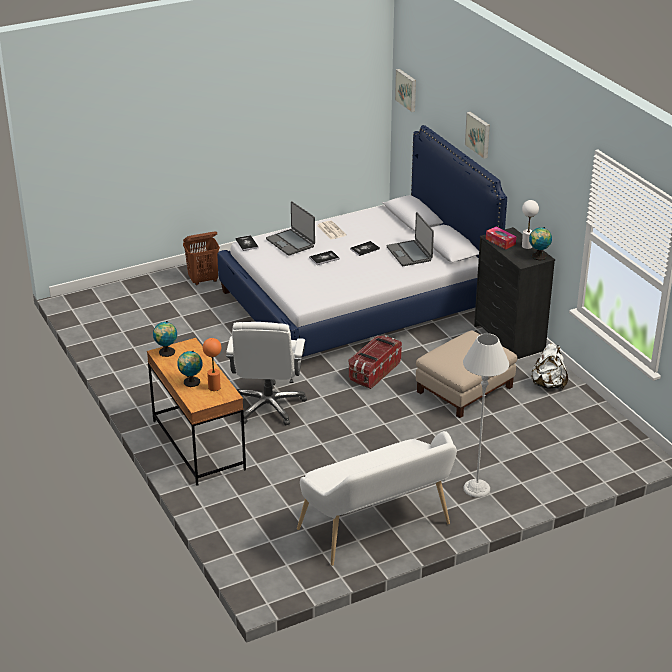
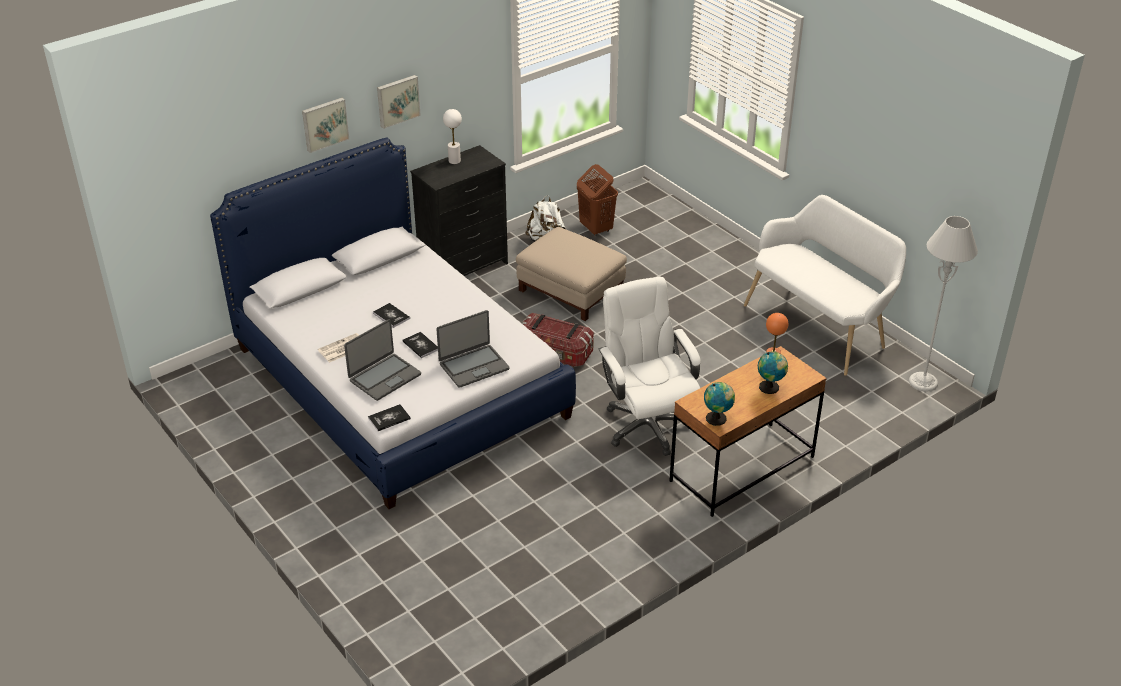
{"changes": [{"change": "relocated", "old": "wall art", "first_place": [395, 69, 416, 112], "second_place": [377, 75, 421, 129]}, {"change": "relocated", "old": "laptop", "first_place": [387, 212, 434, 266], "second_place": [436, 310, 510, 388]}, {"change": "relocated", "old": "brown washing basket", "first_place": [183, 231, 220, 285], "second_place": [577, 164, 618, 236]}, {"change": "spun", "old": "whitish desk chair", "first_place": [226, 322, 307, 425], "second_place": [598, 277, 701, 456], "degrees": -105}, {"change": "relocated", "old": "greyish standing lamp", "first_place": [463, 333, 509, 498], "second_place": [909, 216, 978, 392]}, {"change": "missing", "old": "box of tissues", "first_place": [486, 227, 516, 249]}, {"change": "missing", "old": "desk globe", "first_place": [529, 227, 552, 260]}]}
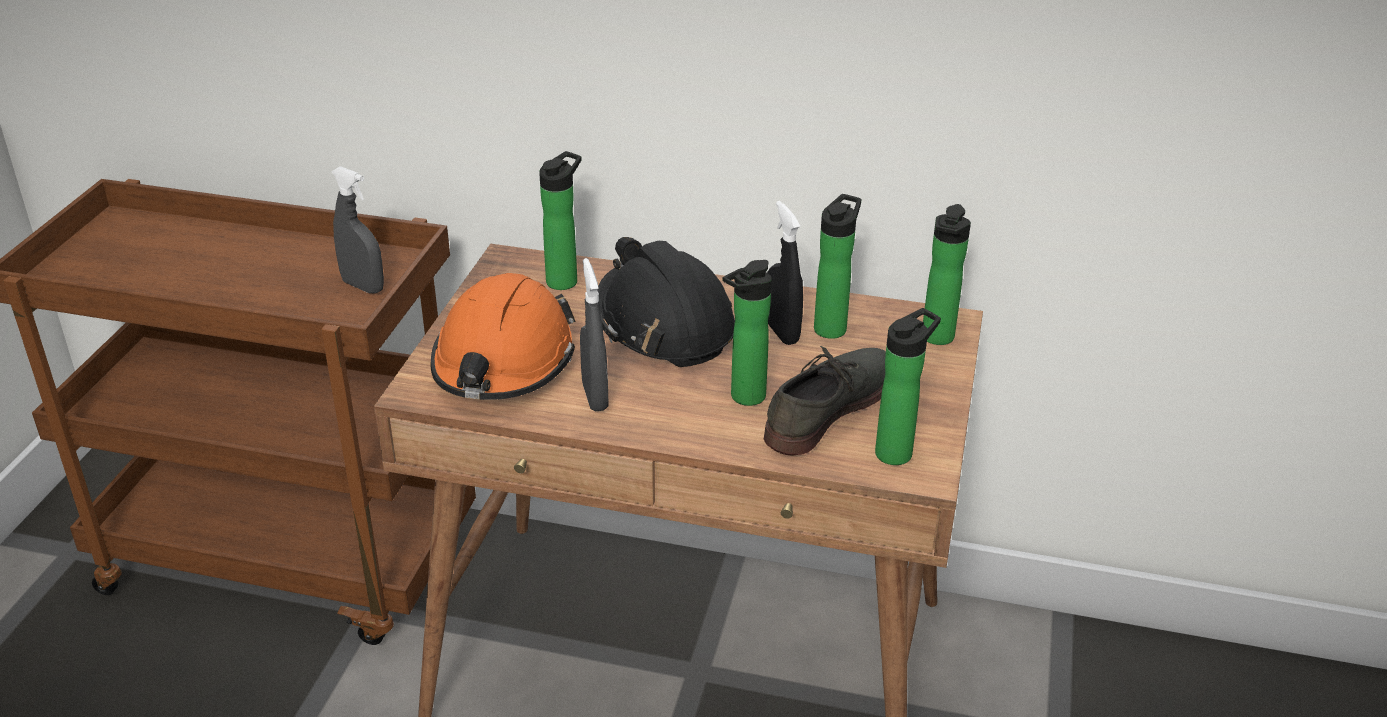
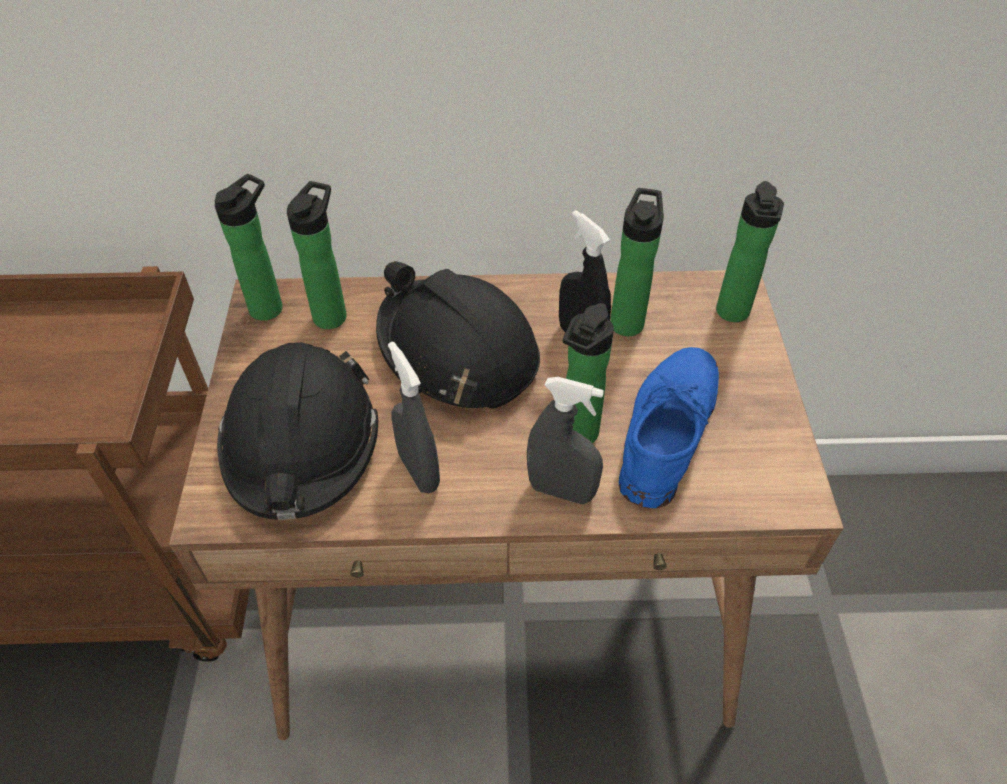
{"changes": [{"change": "relocated", "old": "bottle", "first_place": [875, 308, 941, 465], "second_place": [215, 174, 283, 321]}, {"change": "colour", "old": "orange hard hat", "new": "black-coloured hard hat", "first_place": [431, 273, 576, 400], "second_place": [217, 342, 379, 520]}, {"change": "relocated", "old": "greyish hand sprayer", "first_place": [331, 166, 384, 294], "second_place": [527, 377, 604, 504]}, {"change": "colour", "old": "greyish shoe", "new": "bluish shoe", "first_place": [764, 346, 886, 456], "second_place": [619, 347, 719, 508]}]}
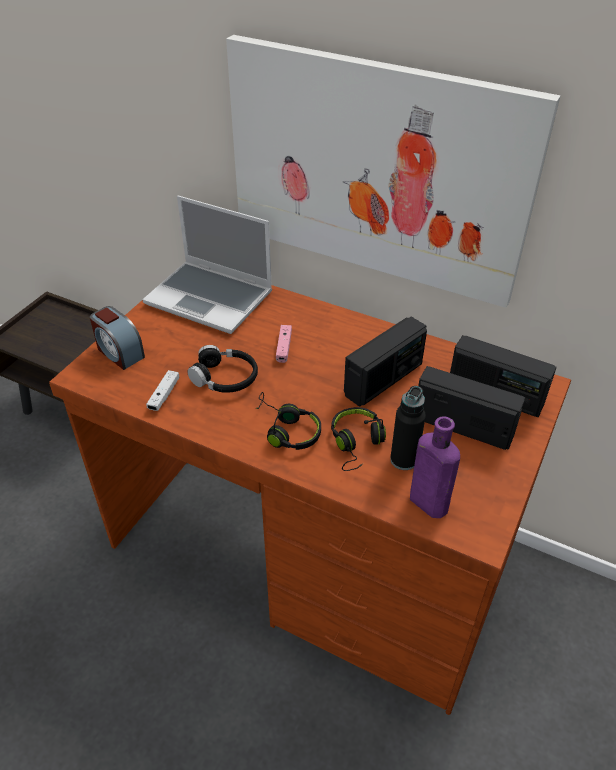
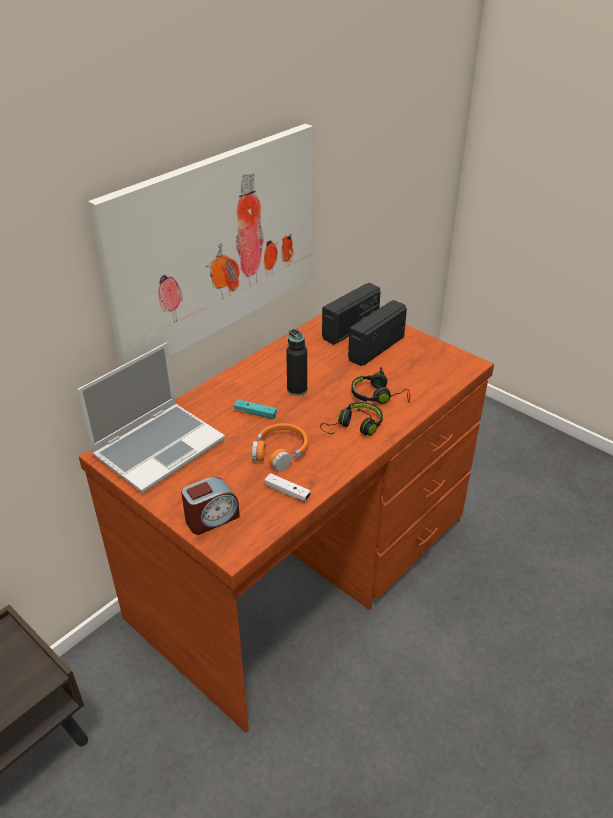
{"changes": [{"change": "colour", "old": "pink game controller", "new": "blue-green game controller", "first_place": [276, 325, 292, 363], "second_place": [234, 400, 277, 419]}, {"change": "colour", "old": "black-coloured pair of headphones", "new": "orange pair of headphones", "first_place": [187, 345, 258, 393], "second_place": [252, 423, 308, 471]}, {"change": "relocated", "old": "black-coloured bottle", "first_place": [390, 386, 426, 470], "second_place": [286, 329, 307, 396]}, {"change": "missing", "old": "radio", "first_place": [344, 317, 427, 407]}, {"change": "missing", "old": "purple-coloured bottle", "first_place": [410, 416, 460, 518]}]}
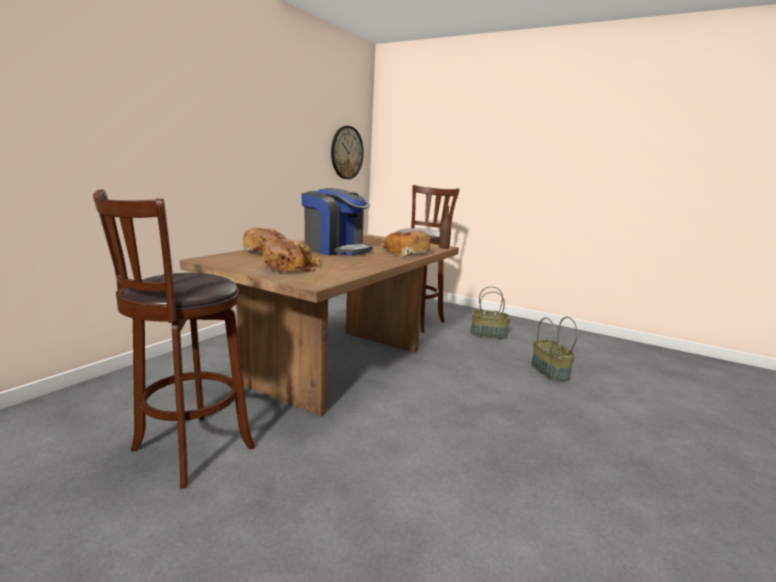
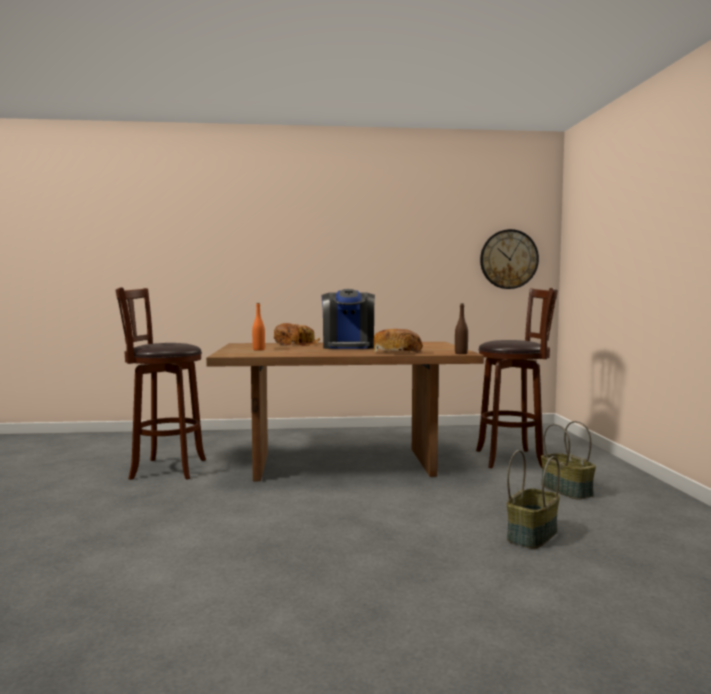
{"changes": [{"change": "exchanged", "old": "baked bread", "new": "orange bottle", "first_place": [262, 239, 320, 273], "second_place": [252, 303, 265, 351]}]}
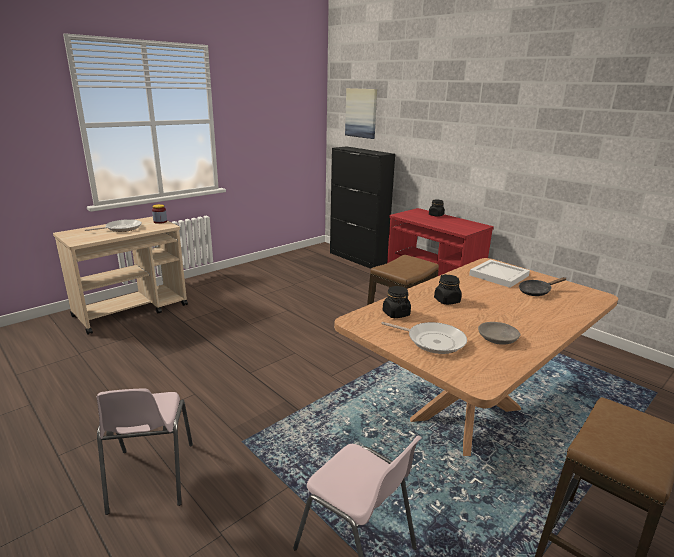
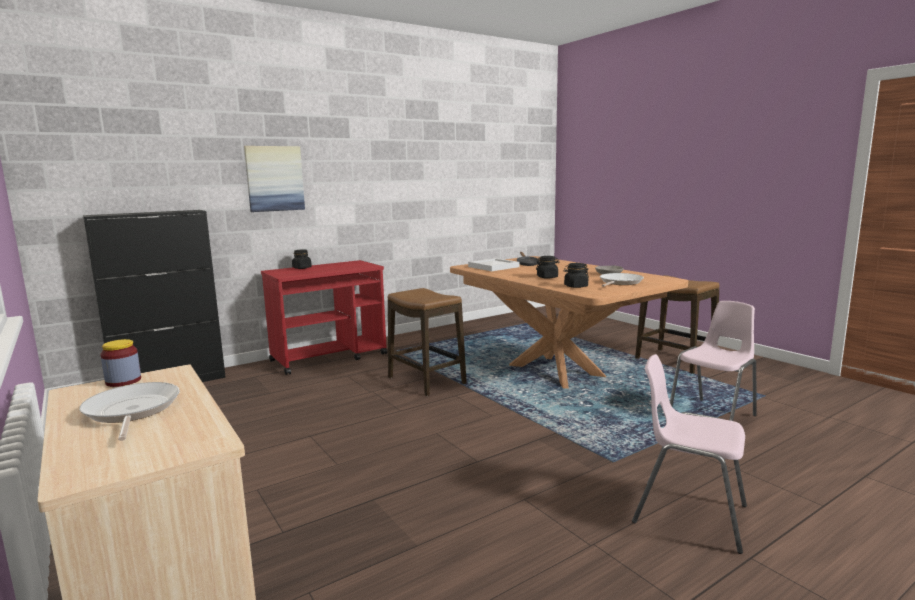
{"changes": [{"change": "relocated", "old": "wall art", "first_place": [345, 88, 377, 139], "second_place": [244, 146, 305, 212]}, {"change": "spun", "old": "pink plain chair", "first_place": [97, 389, 193, 515], "second_place": [632, 354, 747, 554], "degrees": -150}]}
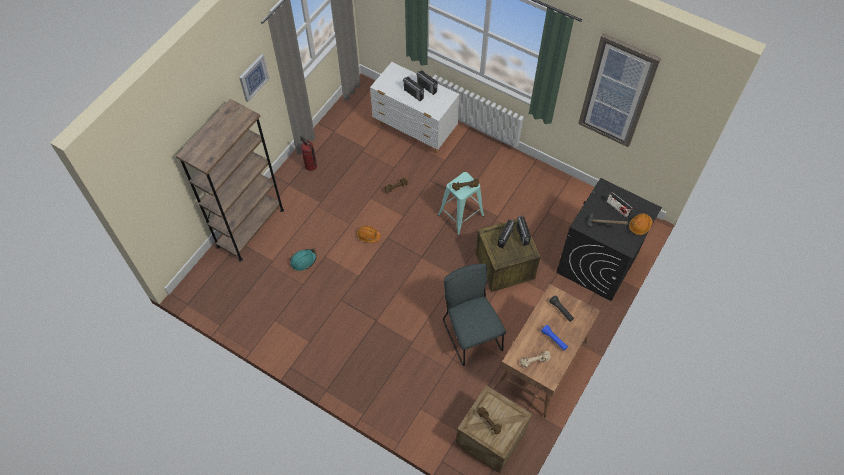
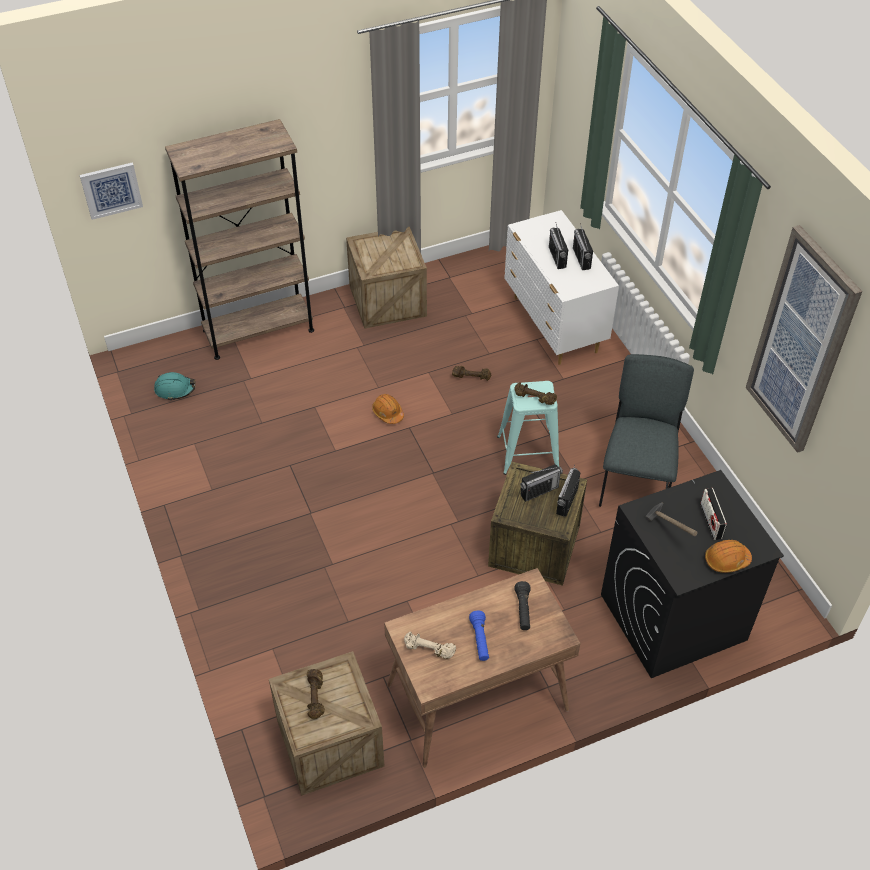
{"changes": [{"change": "relocated", "old": "wall art", "first_place": [239, 54, 269, 102], "second_place": [80, 162, 143, 220]}, {"change": "relocated", "old": "blue-green hard hat", "first_place": [290, 249, 317, 271], "second_place": [154, 372, 196, 401]}, {"change": "exchanged", "old": "fire-fighting cylinder", "new": "crate", "first_place": [300, 136, 317, 171], "second_place": [346, 227, 427, 329]}, {"change": "relocated", "old": "greyish plain chair", "first_place": [443, 264, 506, 366], "second_place": [599, 354, 694, 507]}]}
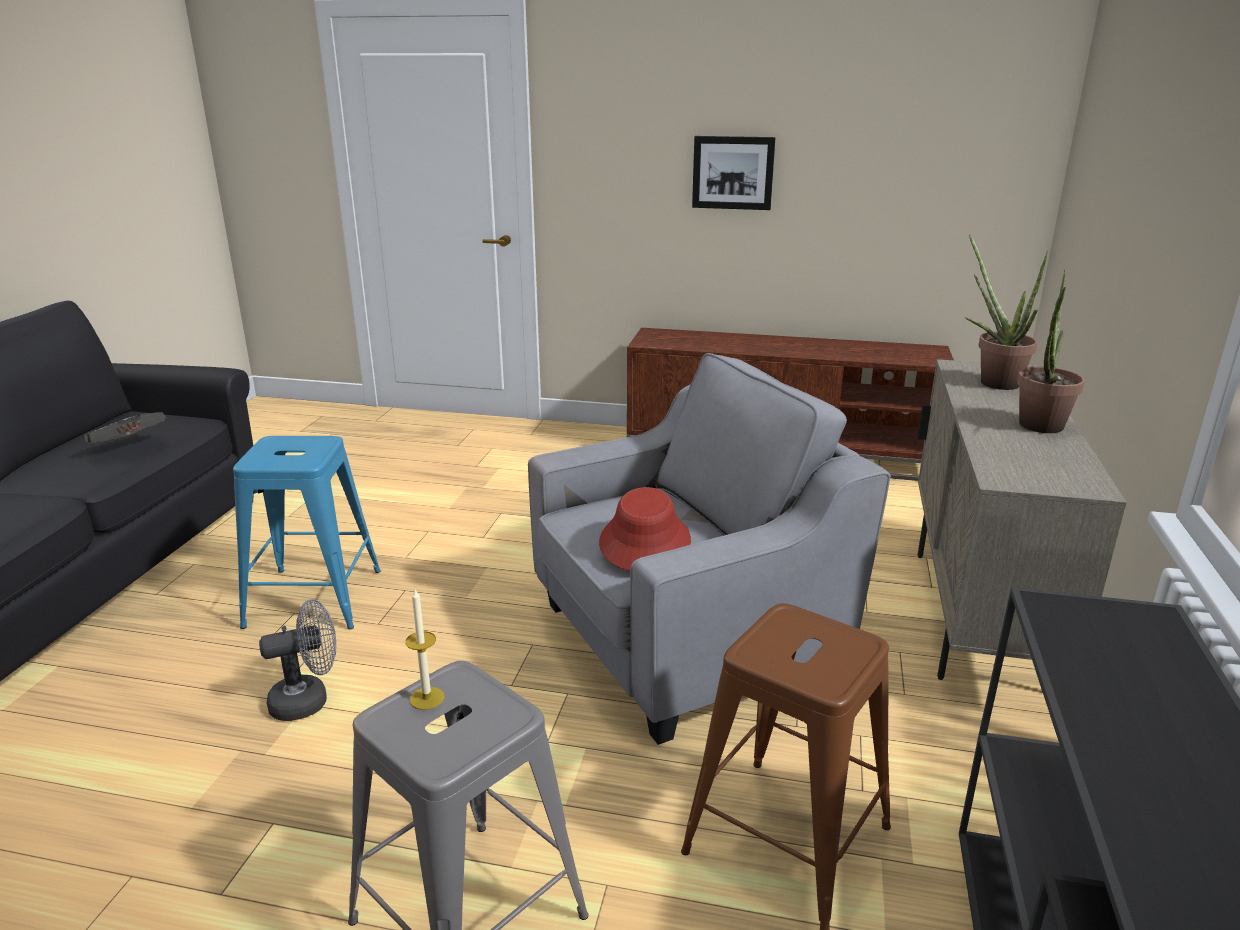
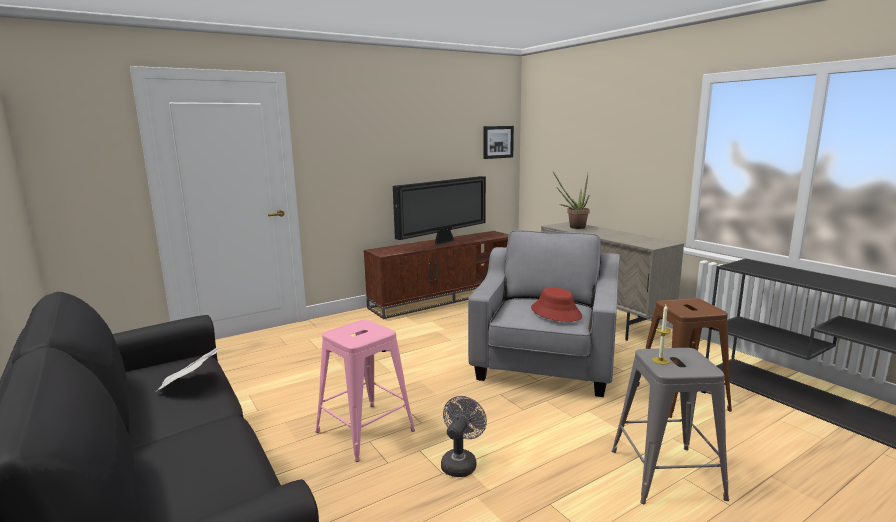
{"changes": [{"change": "colour", "old": "bluish stool seat", "new": "pink stool seat", "first_place": [233, 436, 381, 629], "second_place": [316, 320, 415, 462]}, {"change": "appeared", "new": "TV set", "second_place": [393, 176, 486, 245]}, {"change": "relocated", "old": "wall art", "first_place": [692, 136, 776, 210], "second_place": [483, 126, 514, 159]}, {"change": "missing", "old": "houseplant", "first_place": [1017, 270, 1085, 433]}]}
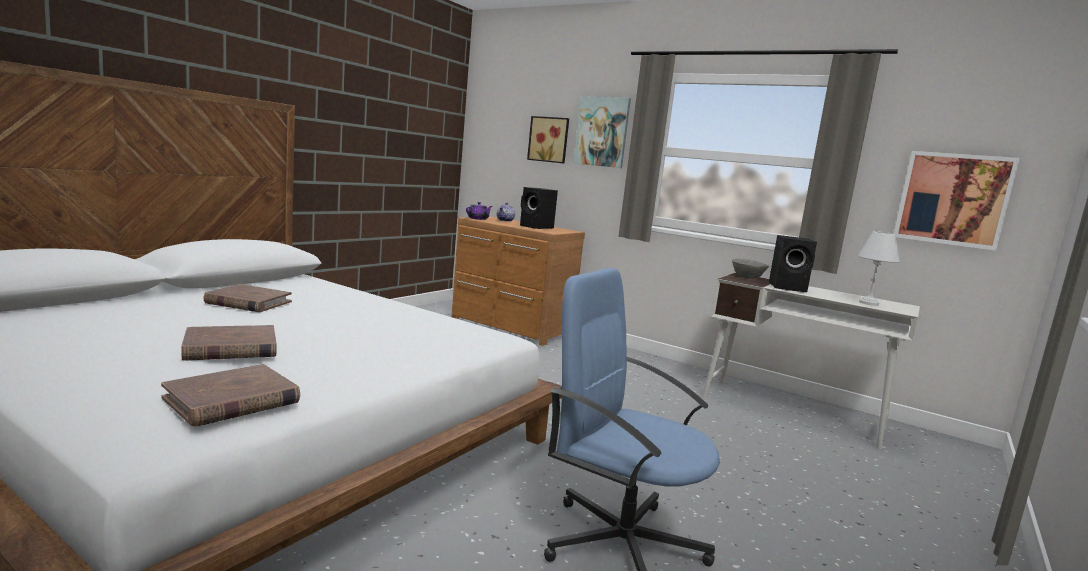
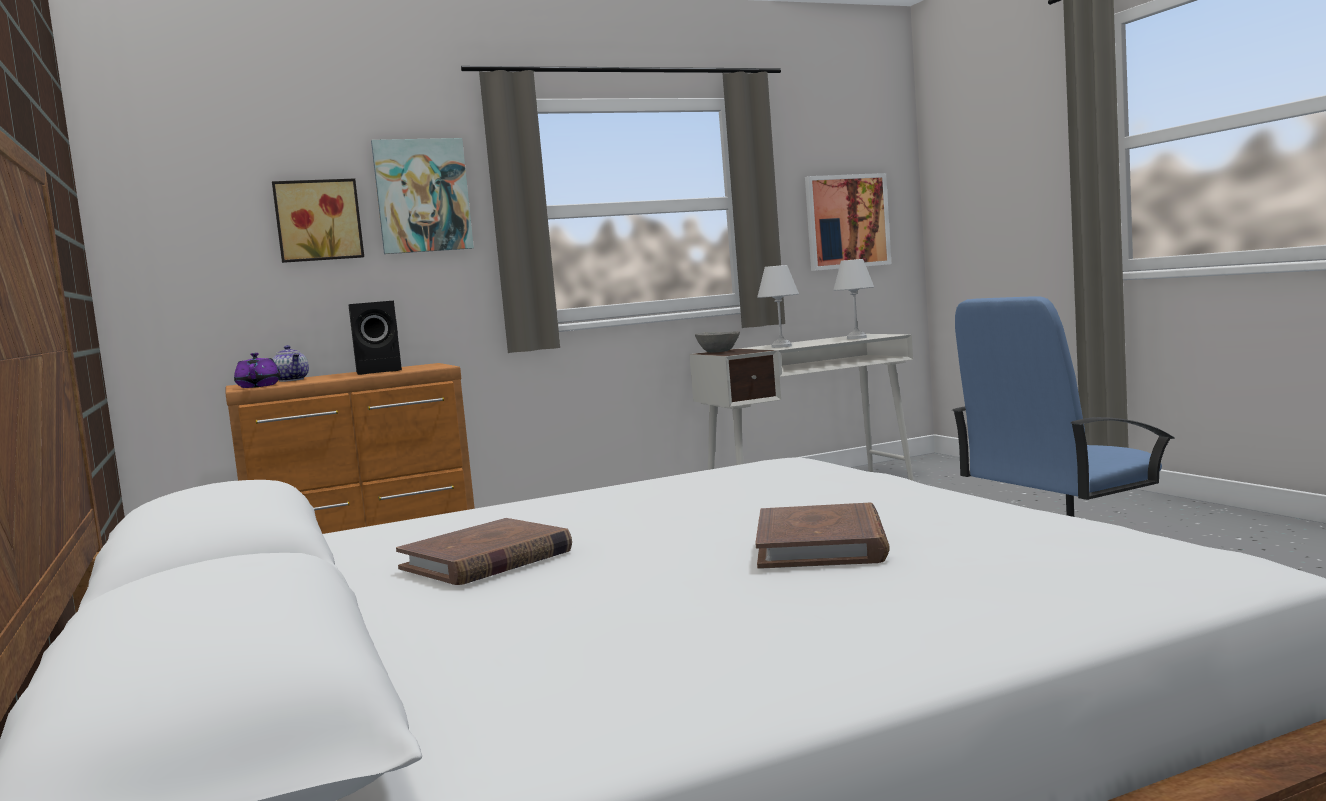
{"changes": [{"change": "exchanged", "old": "black-coloured speaker", "new": "whitish lamp for a table", "first_place": [769, 235, 817, 292], "second_place": [757, 265, 799, 348]}, {"change": "missing", "old": "brown volume", "first_place": [161, 364, 300, 426]}]}
